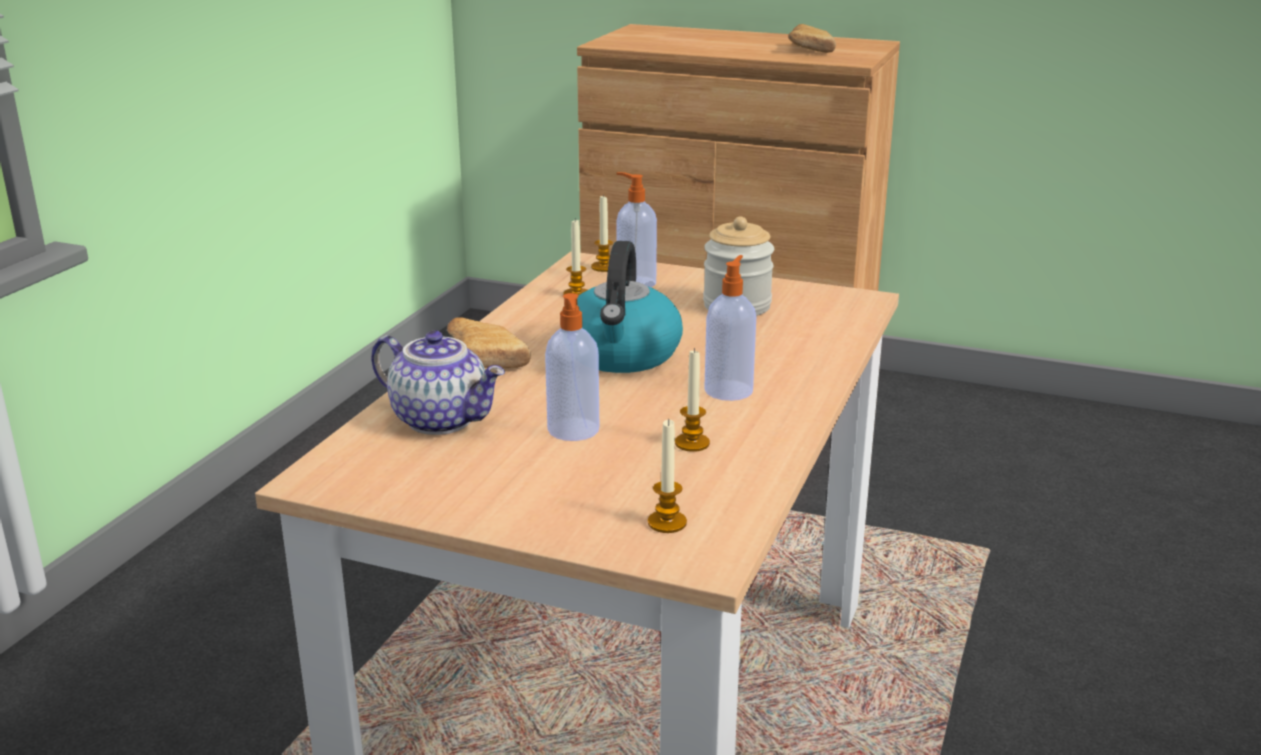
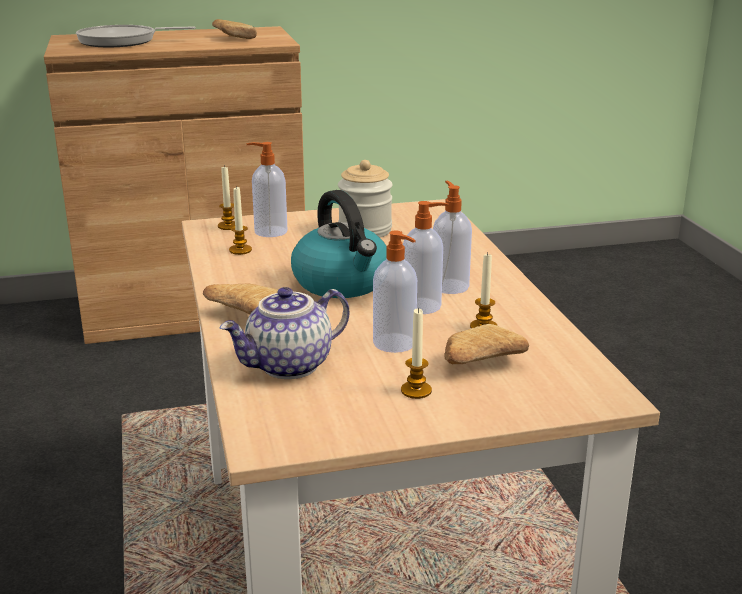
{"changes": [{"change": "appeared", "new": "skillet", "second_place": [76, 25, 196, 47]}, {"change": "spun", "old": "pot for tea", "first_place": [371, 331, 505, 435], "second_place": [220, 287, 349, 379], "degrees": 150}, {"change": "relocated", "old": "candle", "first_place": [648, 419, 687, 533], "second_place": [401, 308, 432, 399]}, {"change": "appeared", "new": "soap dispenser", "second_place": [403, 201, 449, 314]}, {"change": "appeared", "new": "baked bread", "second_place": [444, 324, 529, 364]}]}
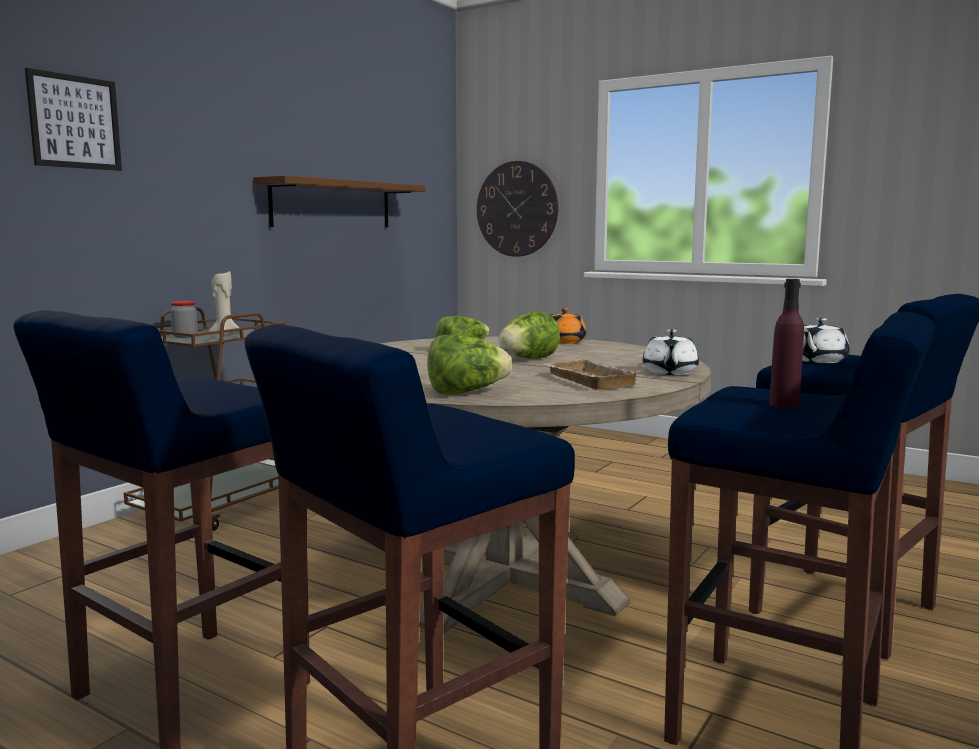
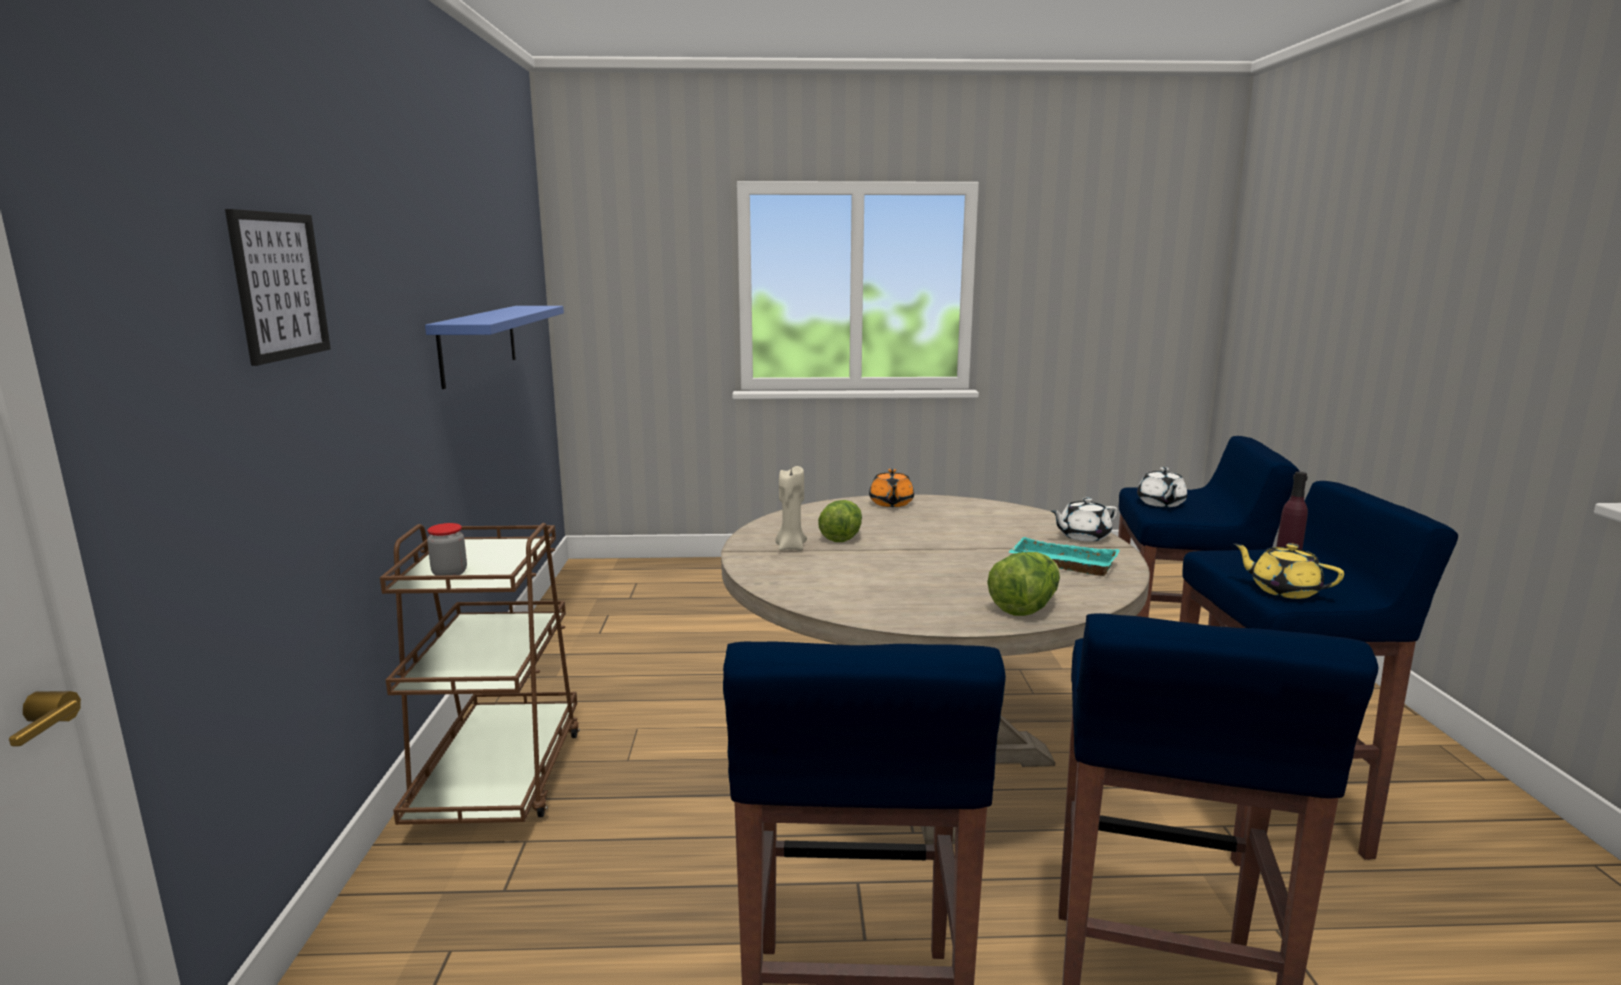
{"changes": [{"change": "colour", "old": "brown bracket shelf", "new": "bluish bracket shelf", "first_place": [253, 175, 426, 227], "second_place": [425, 306, 564, 389]}, {"change": "relocated", "old": "sand-coloured candle", "first_place": [209, 271, 239, 335], "second_place": [775, 466, 807, 551]}, {"change": "colour", "old": "sand-coloured tray", "new": "blue-green tray", "first_place": [544, 359, 641, 390], "second_place": [1009, 537, 1119, 576]}, {"change": "spun", "old": "whitish pot for tea", "first_place": [643, 329, 699, 375], "second_place": [1051, 498, 1118, 542], "degrees": 90}, {"change": "appeared", "new": "yellow-coloured pot for tea", "second_place": [1233, 543, 1344, 599]}, {"change": "missing", "old": "clock on the wall", "first_place": [477, 161, 558, 257]}, {"change": "missing", "old": "head of lettuce", "first_place": [498, 312, 560, 359]}]}
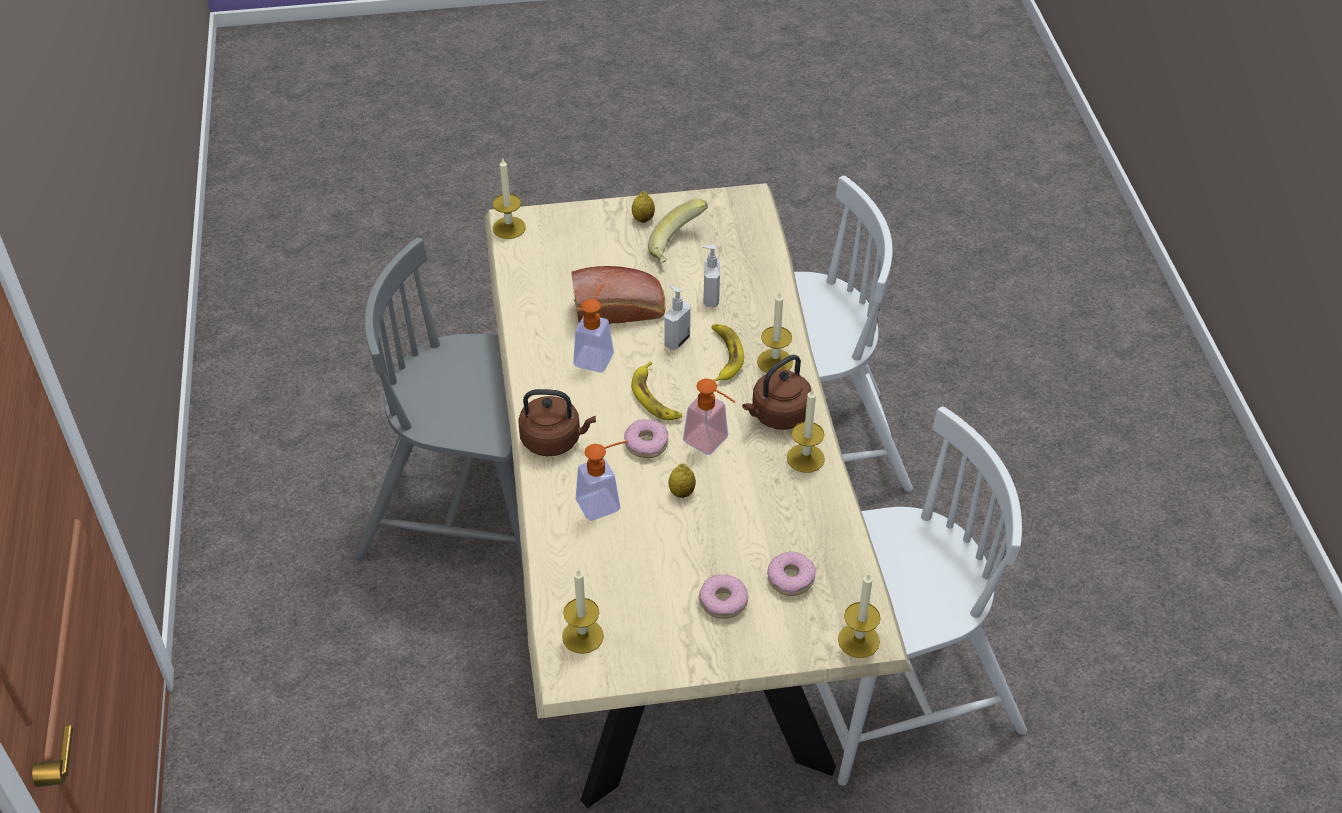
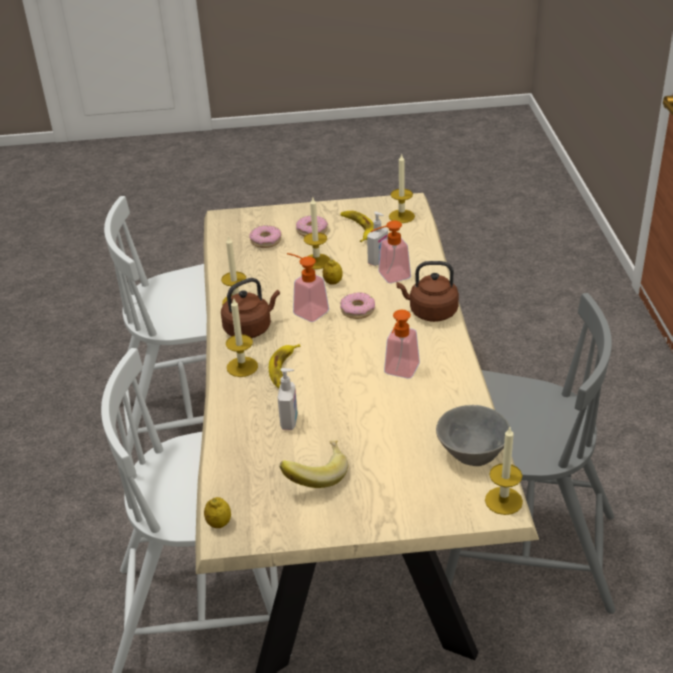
{"changes": [{"change": "relocated", "old": "citrus fruit", "first_place": [632, 191, 655, 223], "second_place": [204, 497, 231, 528]}, {"change": "relocated", "old": "candle", "first_place": [838, 573, 881, 658], "second_place": [304, 198, 330, 269]}, {"change": "relocated", "old": "banana fruit", "first_place": [631, 361, 682, 420], "second_place": [341, 211, 374, 242]}, {"change": "relocated", "old": "soap dispenser", "first_place": [665, 285, 691, 350], "second_place": [367, 212, 388, 266]}, {"change": "appeared", "new": "greyish serving bowl", "second_place": [436, 405, 510, 466]}, {"change": "missing", "old": "baked bread", "first_place": [571, 266, 665, 324]}]}
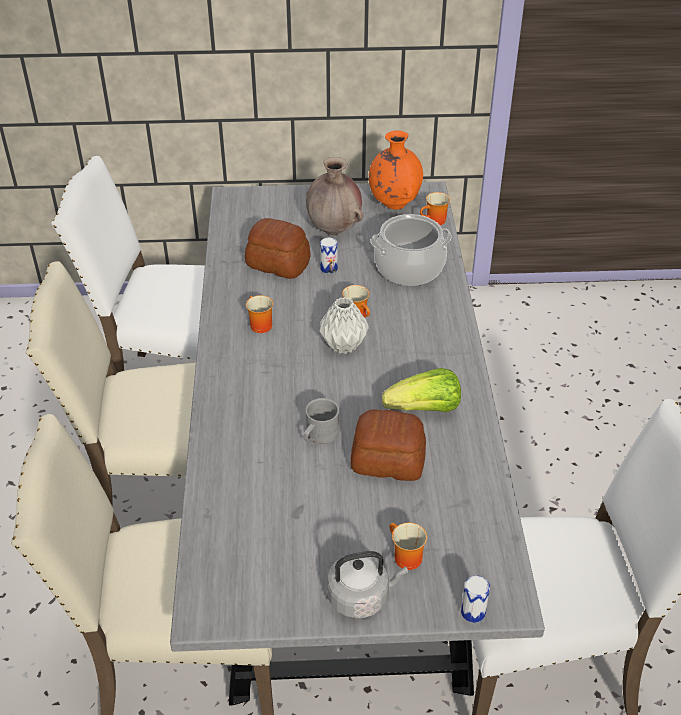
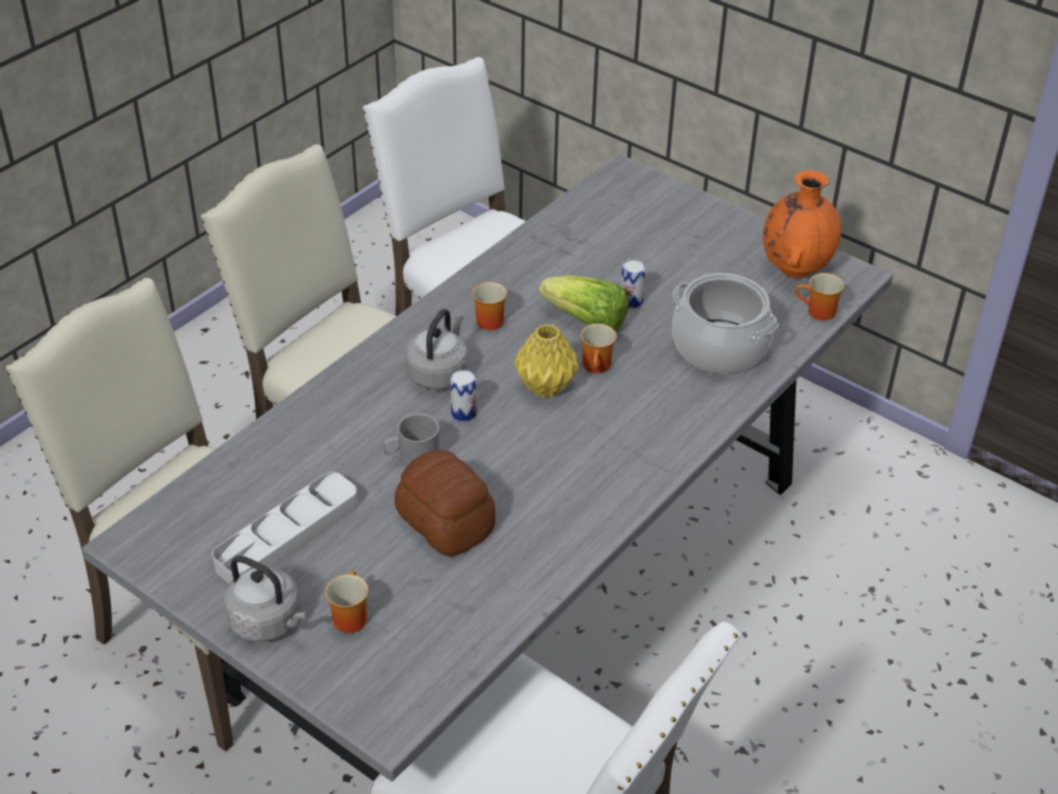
{"changes": [{"change": "appeared", "new": "greyish tray", "second_place": [212, 472, 358, 584]}, {"change": "appeared", "new": "greyish water kettle", "second_place": [405, 309, 468, 389]}, {"change": "relocated", "old": "can", "first_place": [461, 575, 490, 623], "second_place": [450, 370, 477, 422]}, {"change": "colour", "old": "greyish vase", "new": "yellow-coloured vase", "first_place": [320, 297, 369, 354], "second_place": [514, 324, 579, 398]}, {"change": "relocated", "old": "head of lettuce", "first_place": [382, 368, 461, 412], "second_place": [539, 275, 628, 332]}, {"change": "missing", "old": "baked bread", "first_place": [245, 218, 310, 279]}, {"change": "missing", "old": "brown vase", "first_place": [306, 157, 363, 235]}]}
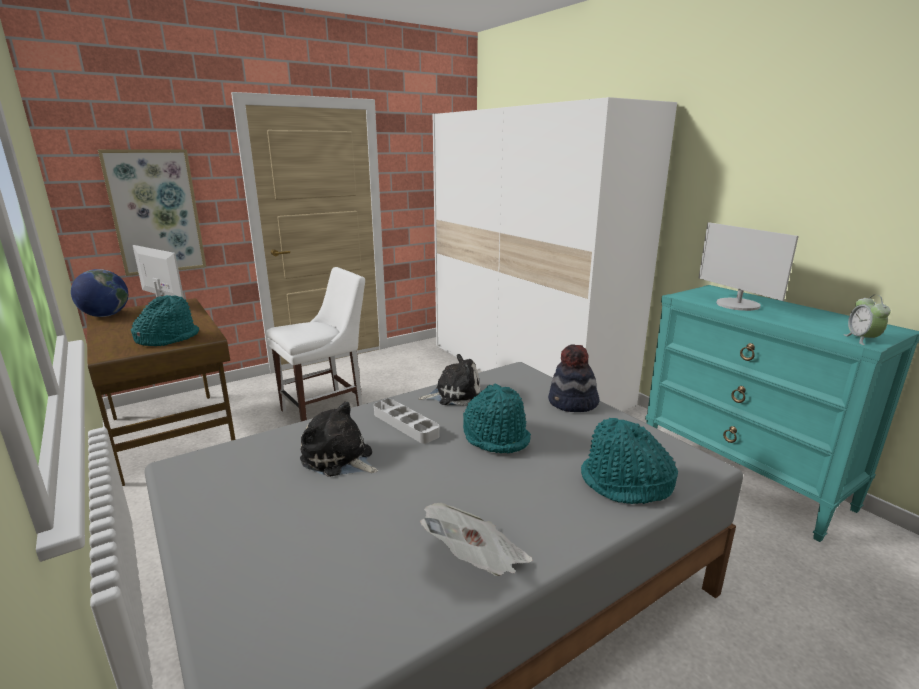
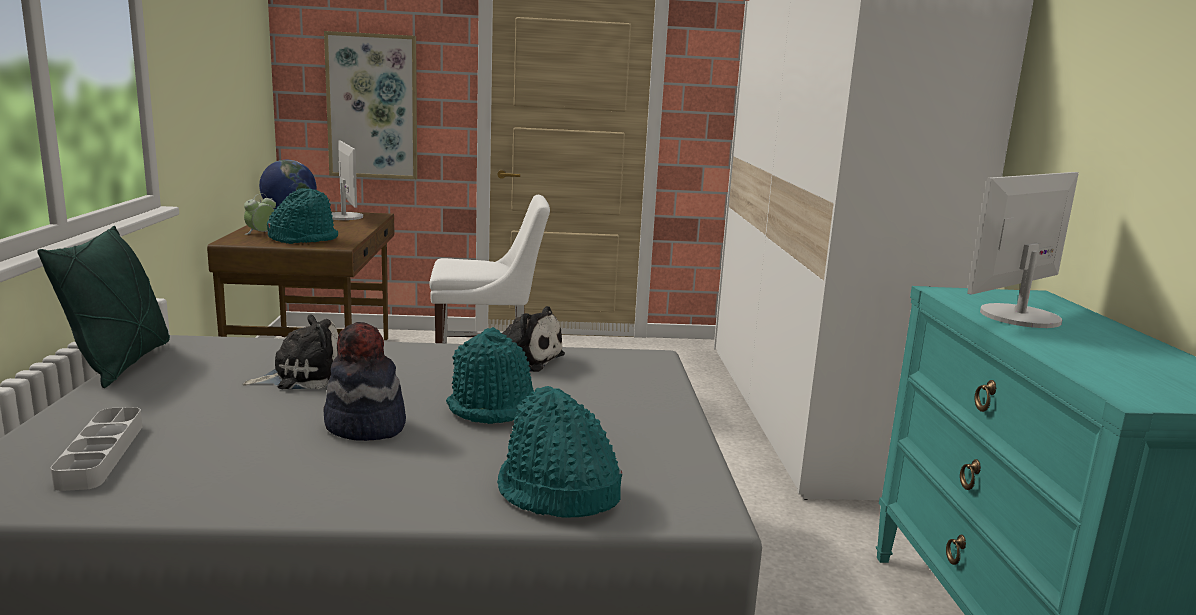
{"changes": [{"change": "appeared", "new": "green-coloured pillow", "second_place": [37, 226, 170, 388]}, {"change": "relocated", "old": "greyish tray", "first_place": [374, 399, 440, 443], "second_place": [50, 407, 143, 491]}, {"change": "spun", "old": "plush toy", "first_place": [300, 402, 378, 477], "second_place": [242, 314, 338, 389], "degrees": 90}, {"change": "relocated", "old": "alarm clock", "first_place": [843, 295, 891, 345], "second_place": [244, 194, 276, 235]}, {"change": "relocated", "old": "wearable hat", "first_place": [548, 345, 600, 412], "second_place": [323, 322, 406, 441]}, {"change": "spun", "old": "computer display", "first_place": [699, 222, 799, 311], "second_place": [967, 172, 1079, 328], "degrees": 45}, {"change": "missing", "old": "newspaper", "first_place": [420, 503, 532, 576]}]}
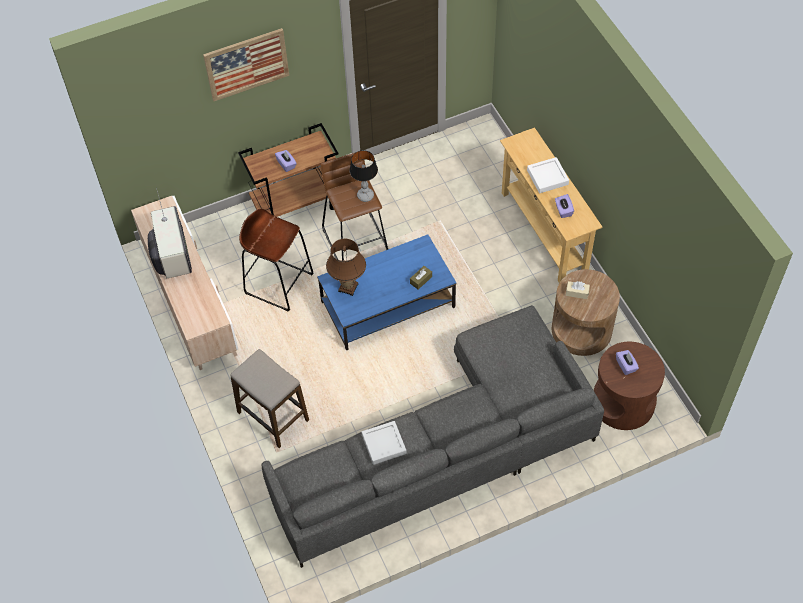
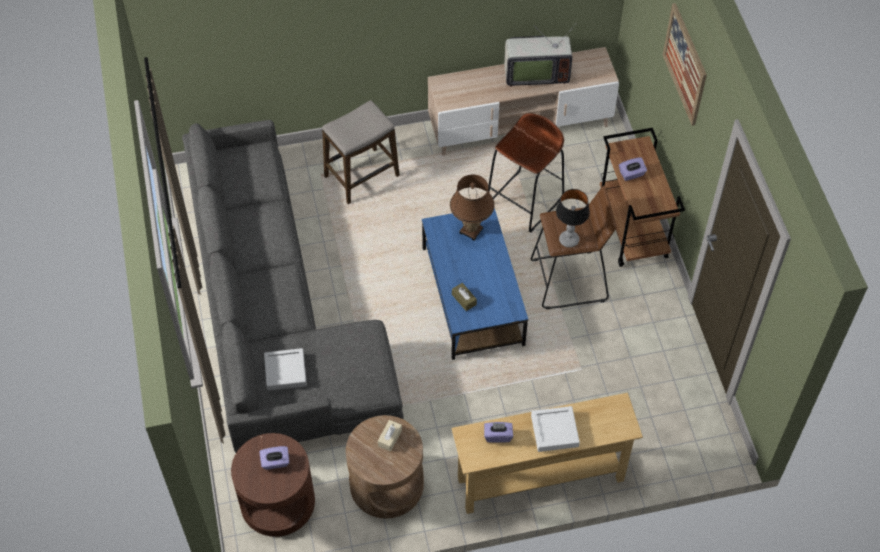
{"changes": [{"change": "relocated", "old": "greyish tray", "first_place": [362, 421, 407, 465], "second_place": [264, 348, 307, 391]}]}
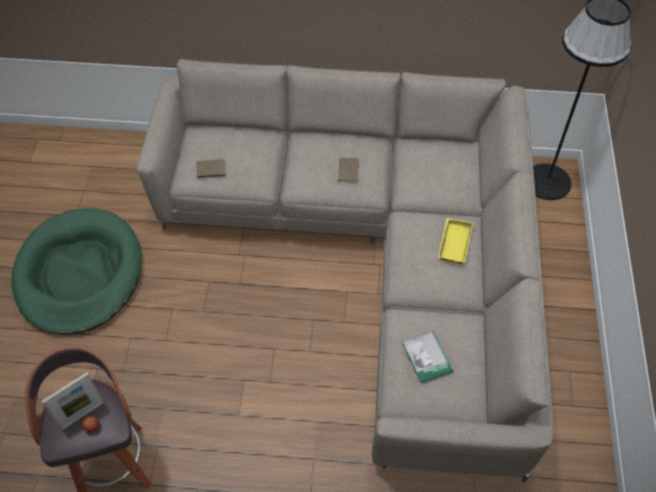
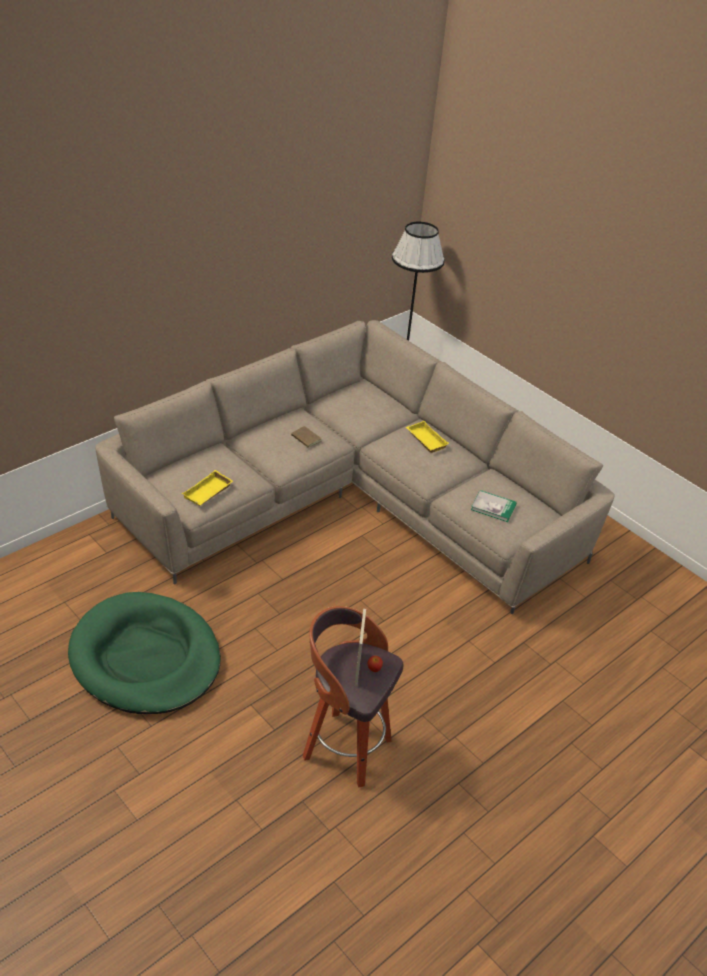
{"changes": [{"change": "exchanged", "old": "brown volume", "new": "yellow-coloured tray", "first_place": [196, 159, 226, 180], "second_place": [182, 470, 233, 506]}]}
